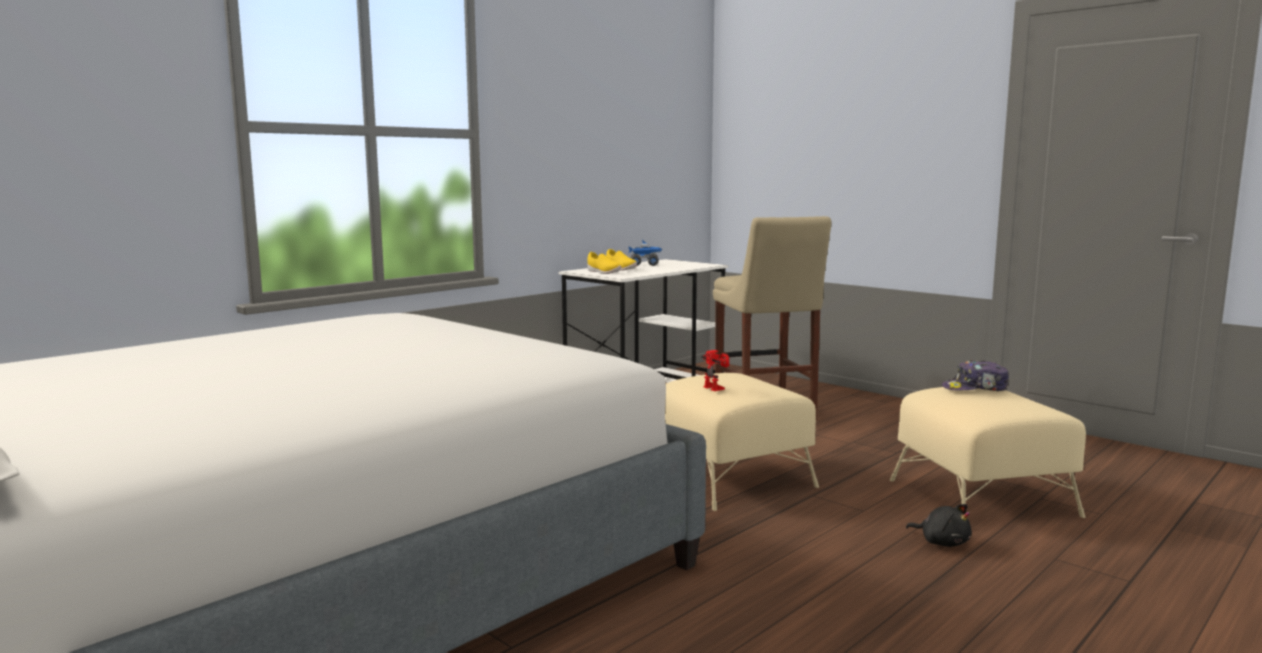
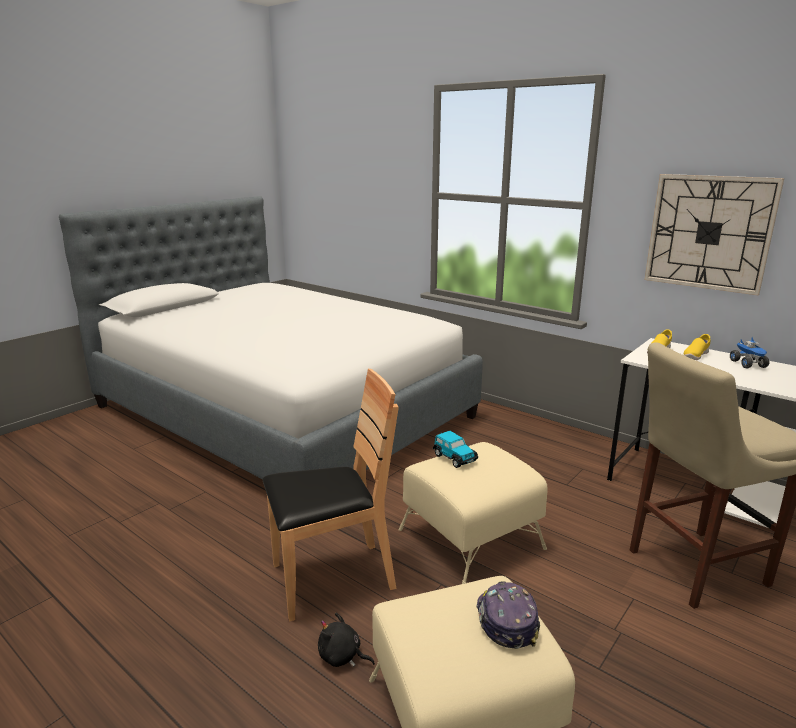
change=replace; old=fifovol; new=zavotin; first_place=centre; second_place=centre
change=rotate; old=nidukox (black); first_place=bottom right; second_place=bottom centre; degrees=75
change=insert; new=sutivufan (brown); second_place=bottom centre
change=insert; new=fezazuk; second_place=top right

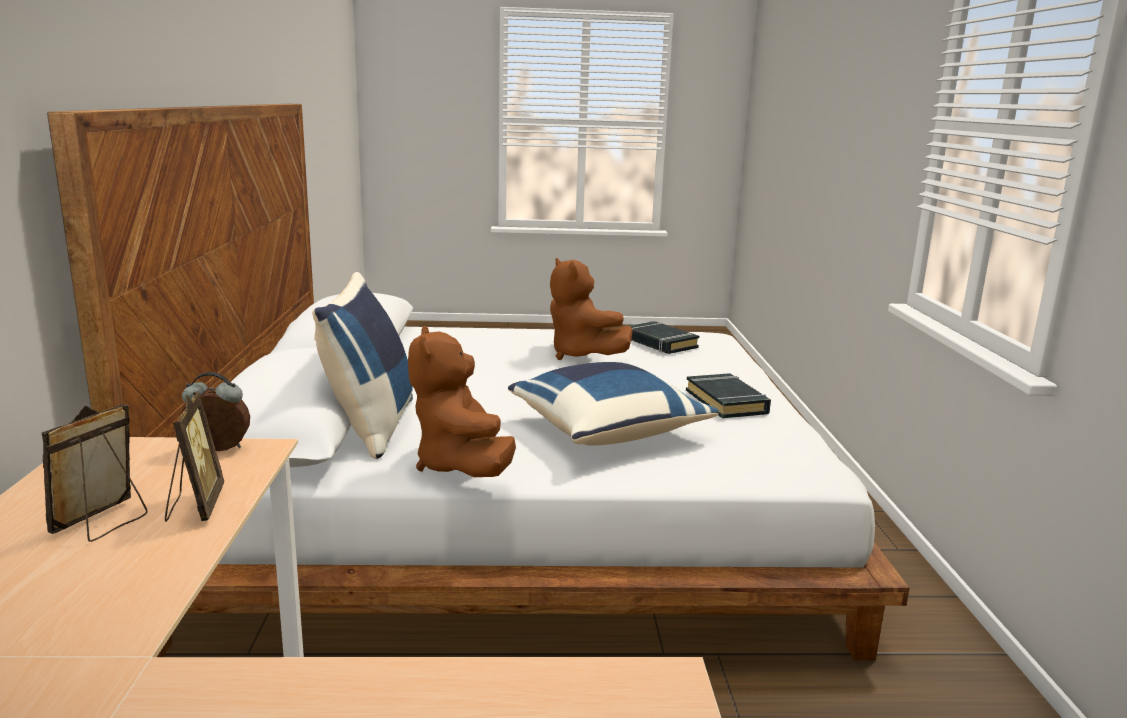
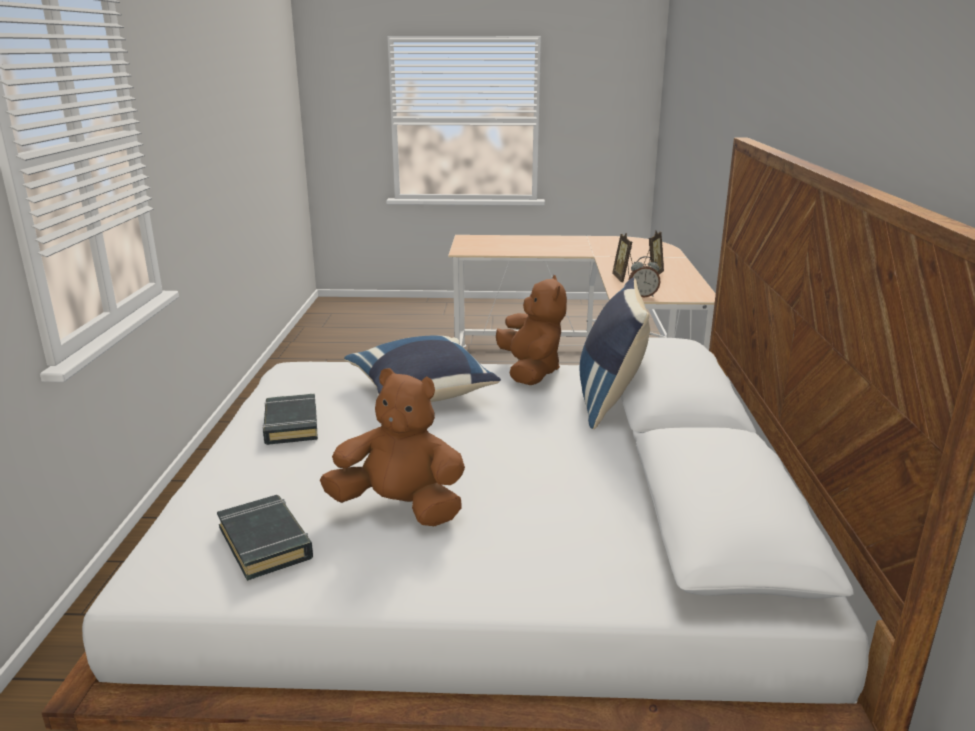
change=rotate; old=nidukox (brown) (2nd from left in the first image); first_place=centre; second_place=centre; degrees=-45

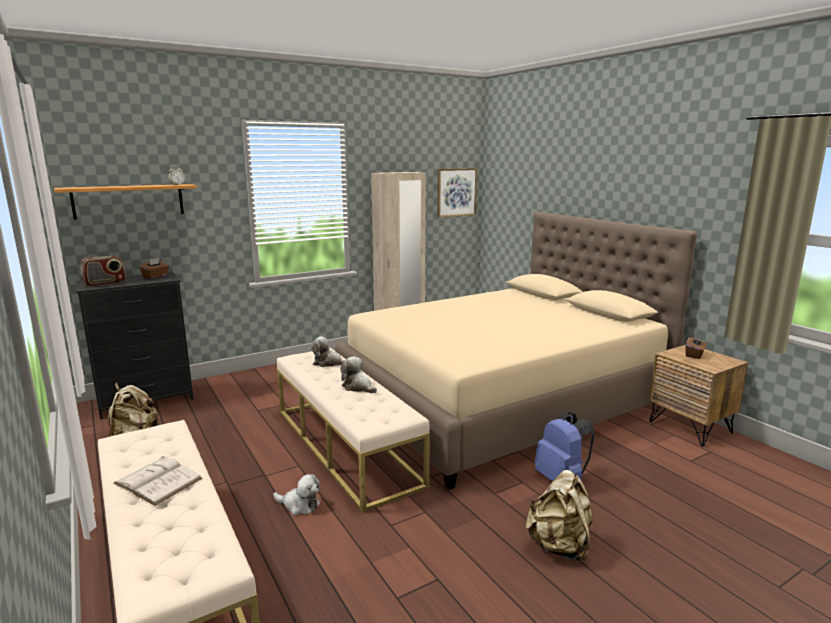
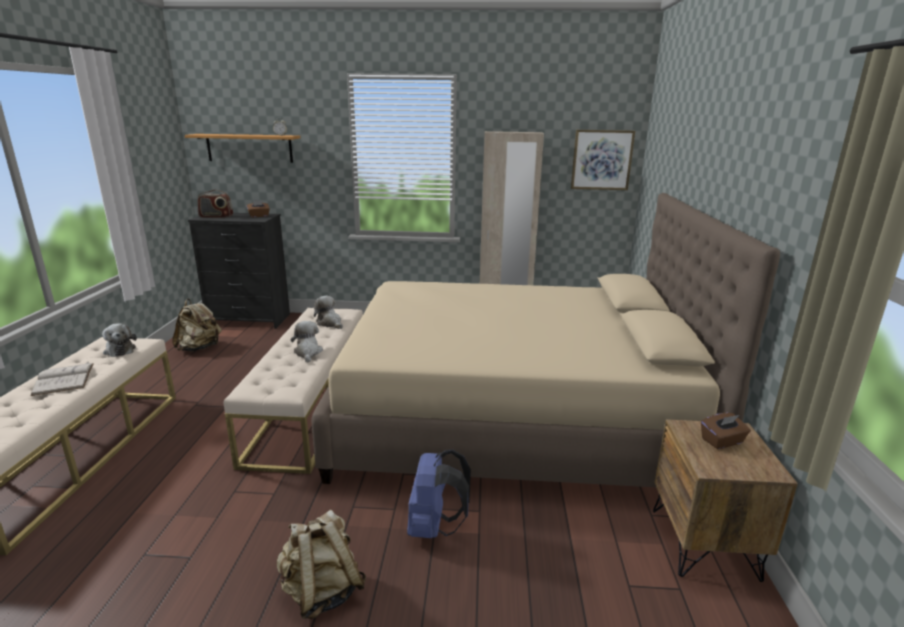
change=move; old=nidukox (1st from left); first_place=bottom centre; second_place=middle left

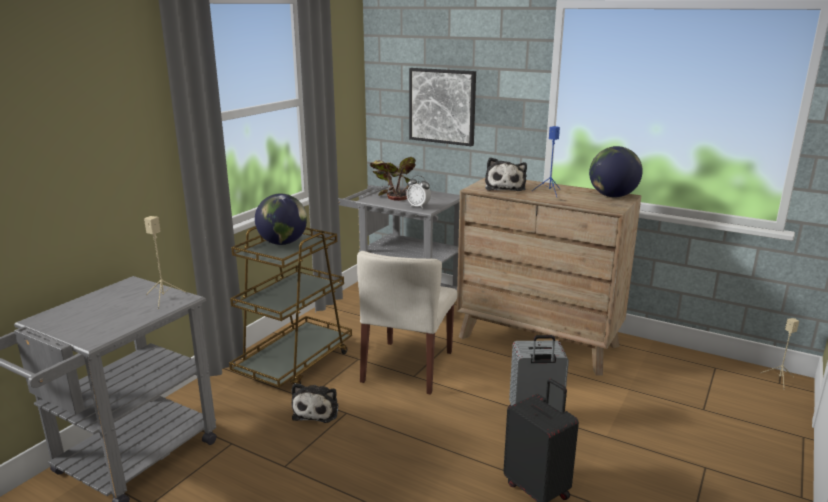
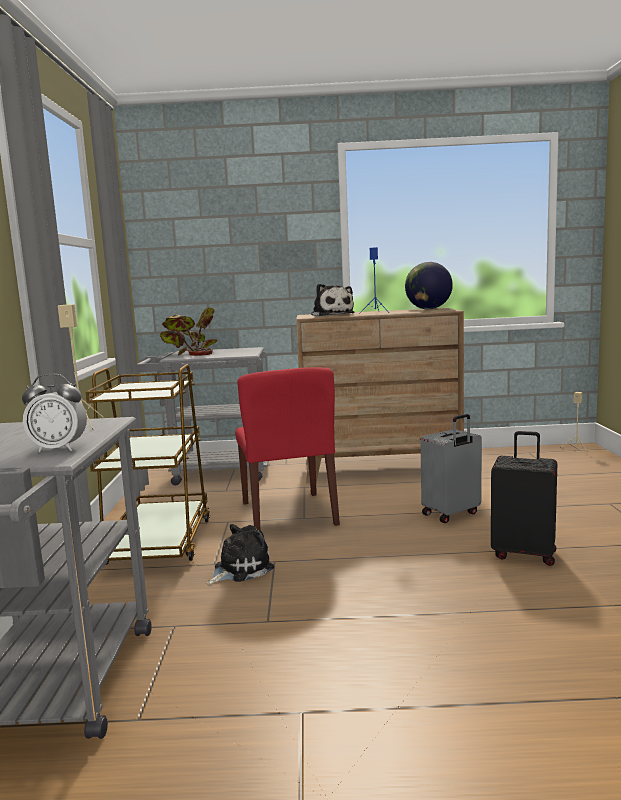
change=delete; old=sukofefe (1st from left); first_place=centre
change=rotate; old=nidukox (1st from left); first_place=bottom centre; second_place=bottom centre; degrees=-105
change=recolor; old=sutivufan (beige); new=sutivufan (red); first_place=centre; second_place=centre
change=move; old=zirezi; first_place=centre; second_place=middle left
change=delete; old=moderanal; first_place=top centre

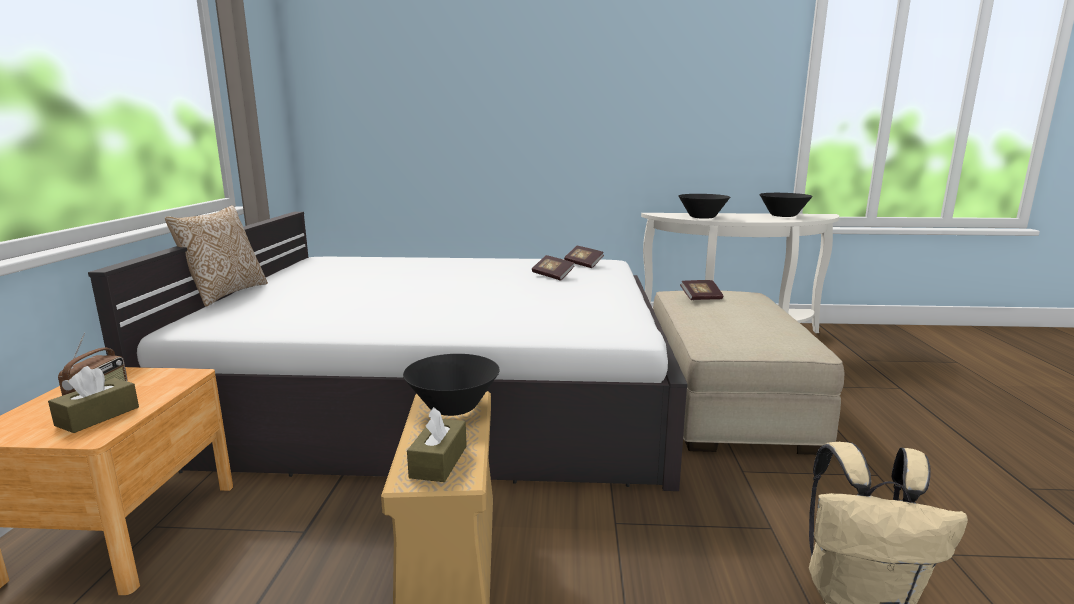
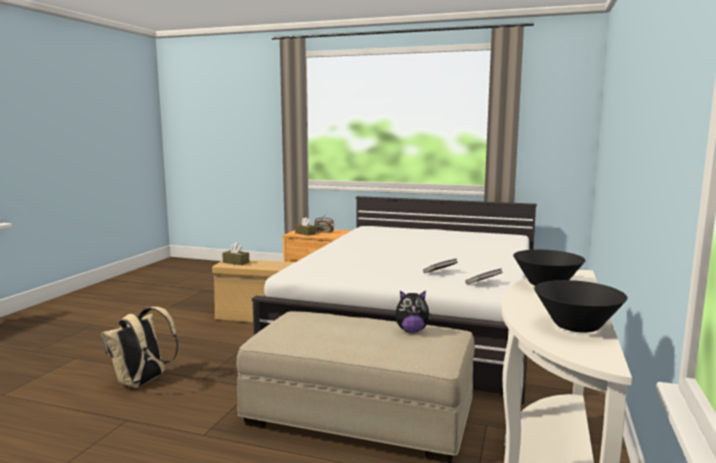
change=delete; old=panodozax; first_place=middle left
change=delete; old=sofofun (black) (1st from left); first_place=centre
change=replace; old=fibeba (3rd from left); new=nidukox; first_place=centre; second_place=bottom centre

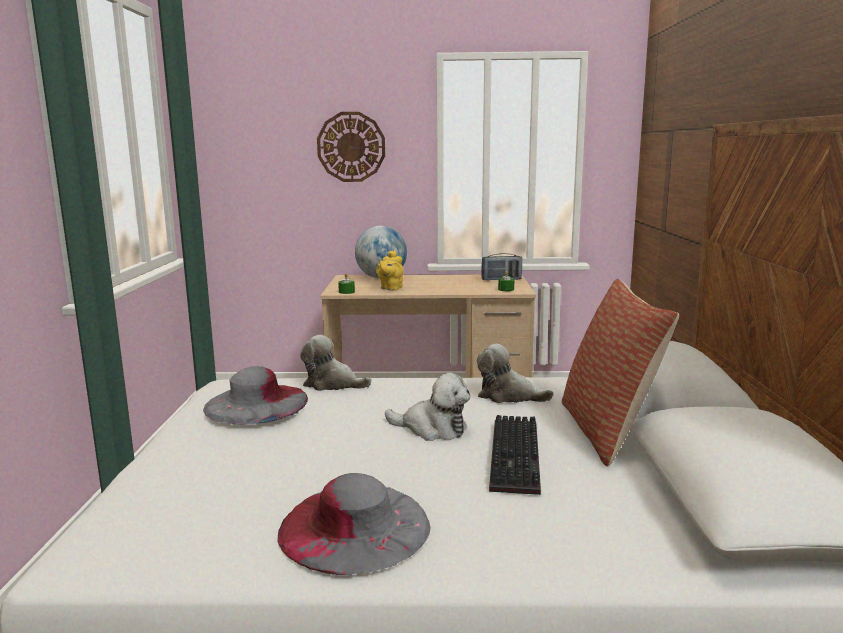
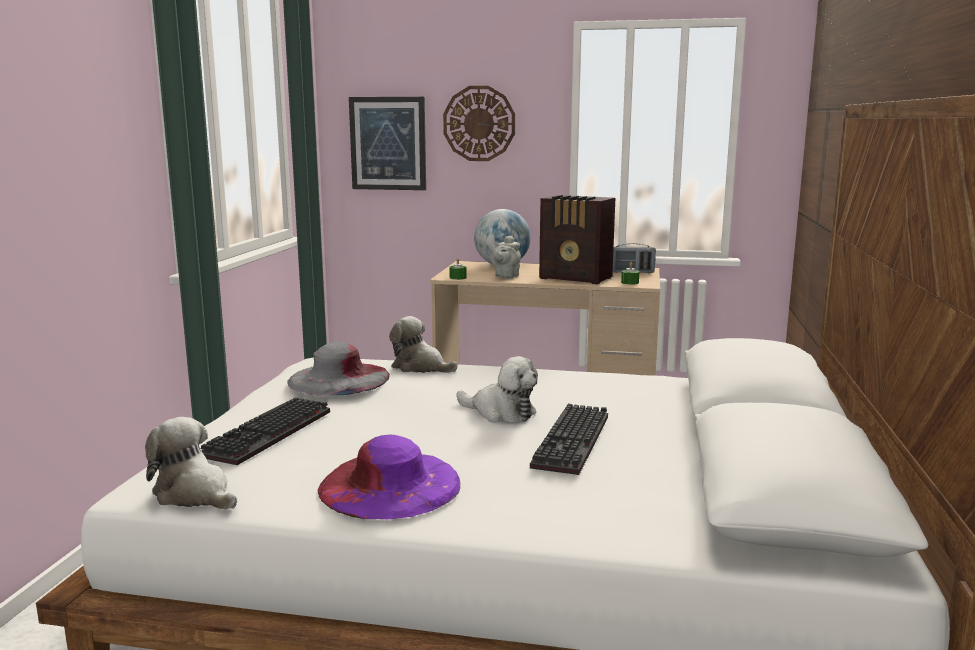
change=recolor; old=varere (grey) (2nd from left); new=varere (purple); first_place=bottom centre; second_place=bottom centre
change=recolor; old=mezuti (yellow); new=mezuti (grey); first_place=centre; second_place=centre
change=move; old=nidukox (3rd from left in the first image); new=nidukox (1st from left); first_place=centre; second_place=bottom left
change=delete; old=panodozax; first_place=middle right
change=insert; new=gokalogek (1st from left); second_place=middle left
change=insert; new=moderanal; second_place=top centre
change=insert; new=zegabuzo (1st from left); second_place=centre

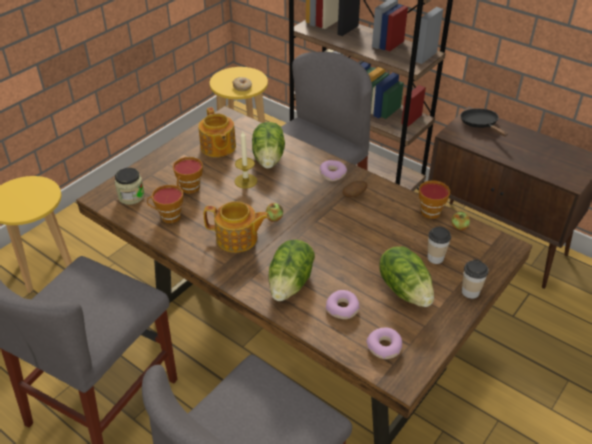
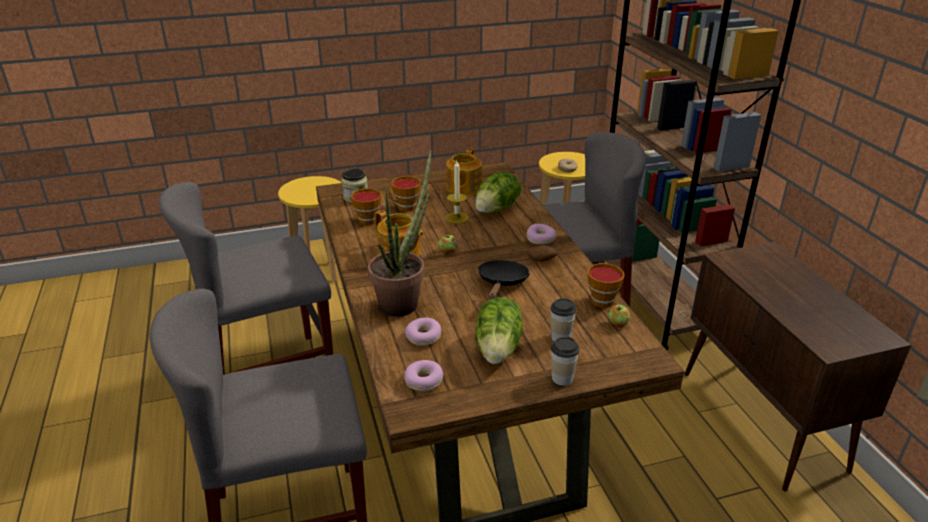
change=replace; old=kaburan (2nd from left); new=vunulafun; first_place=centre; second_place=centre
change=move; old=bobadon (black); first_place=top right; second_place=centre

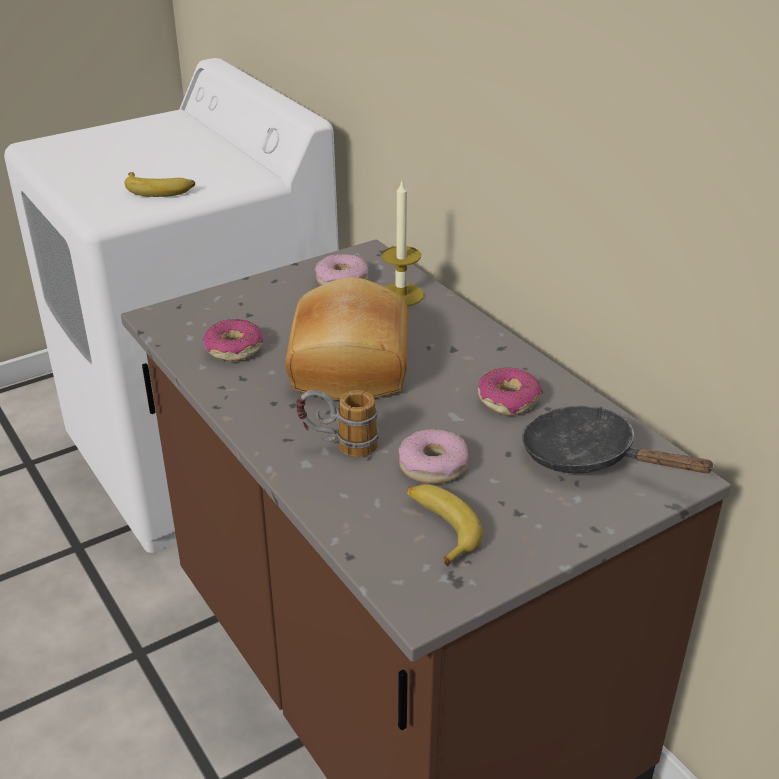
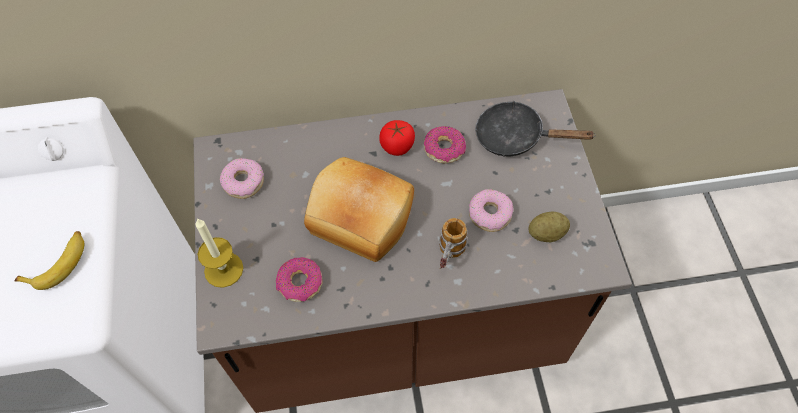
change=move; old=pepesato; first_place=top centre; second_place=middle left
change=replace; old=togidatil (2nd from left); new=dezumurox; first_place=bottom centre; second_place=middle right
change=rotate; old=bobadon (black); first_place=middle right; second_place=top right; degrees=45
change=insert; new=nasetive; second_place=centre

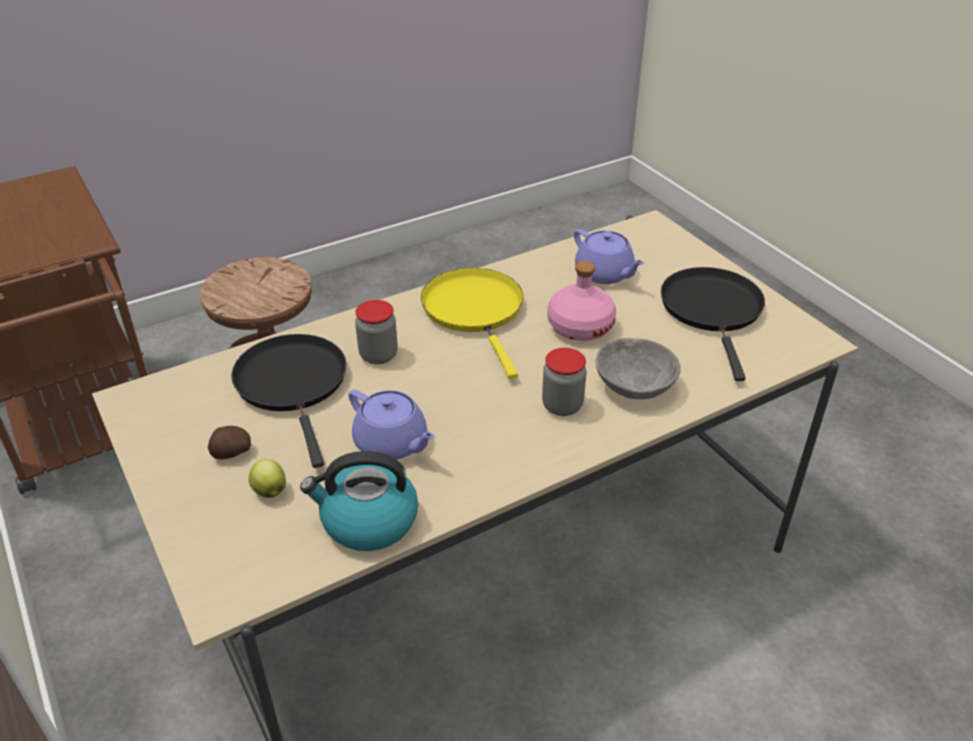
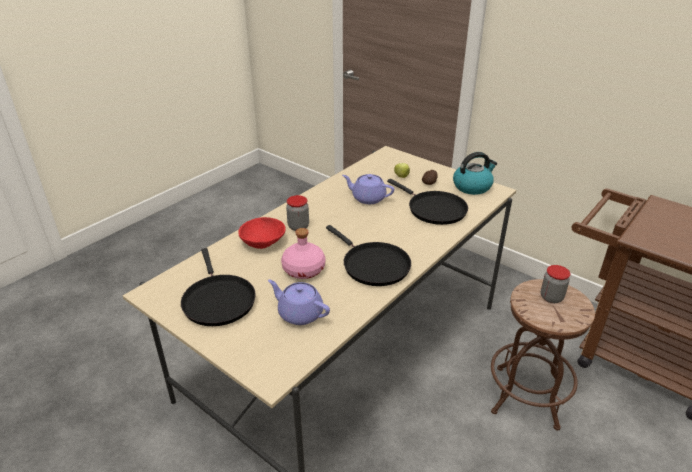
change=move; old=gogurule; first_place=bottom centre; second_place=middle right
change=move; old=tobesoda (1st from left in the first image); new=tobesoda (2nd from left); first_place=centre; second_place=middle right
change=recolor; old=bobadon (yellow); new=bobadon (black) (2nd from left); first_place=centre; second_place=centre
change=recolor; old=sofofun (grey); new=sofofun (red); first_place=centre; second_place=centre

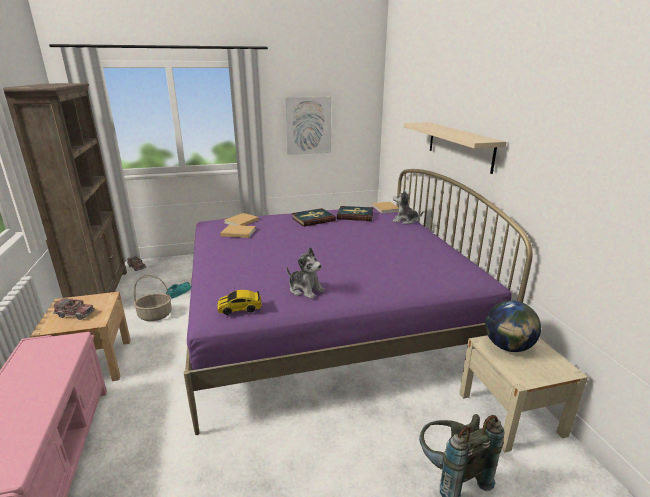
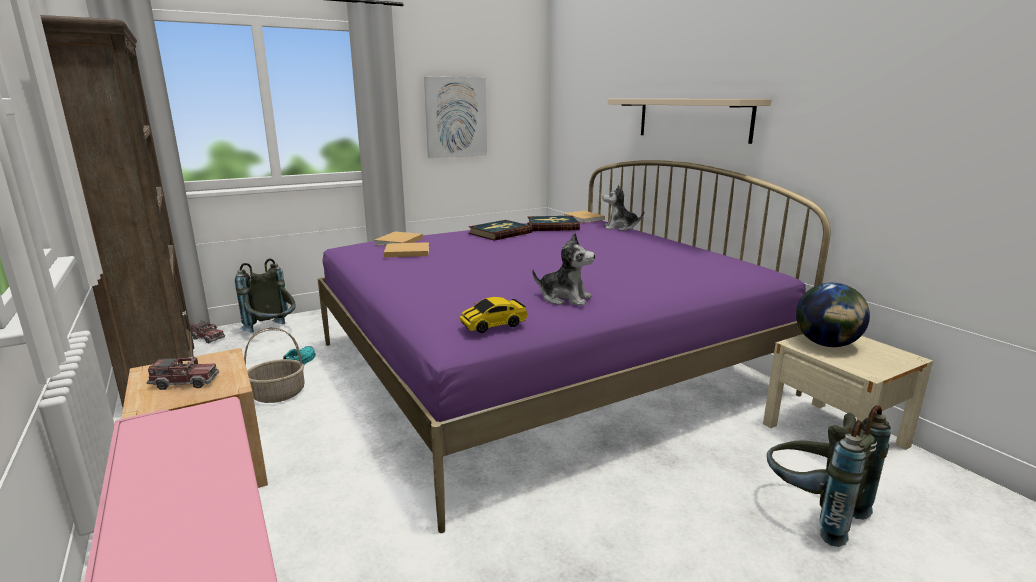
change=insert; new=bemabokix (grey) (1st from left); second_place=middle left

